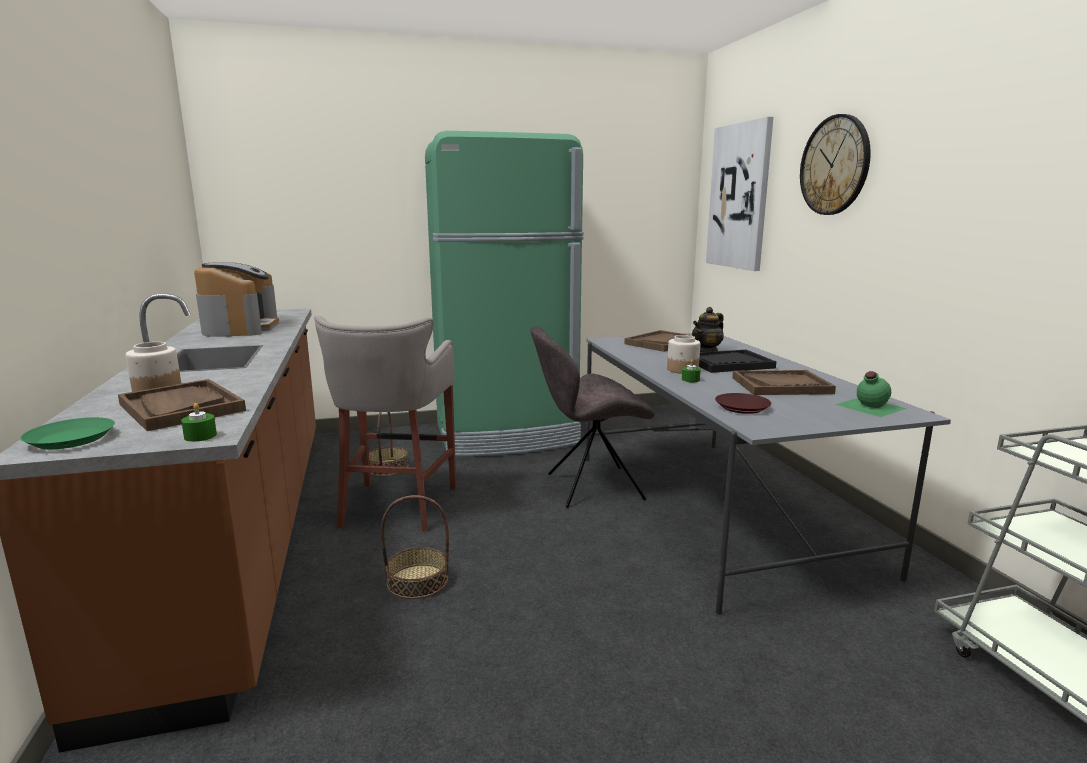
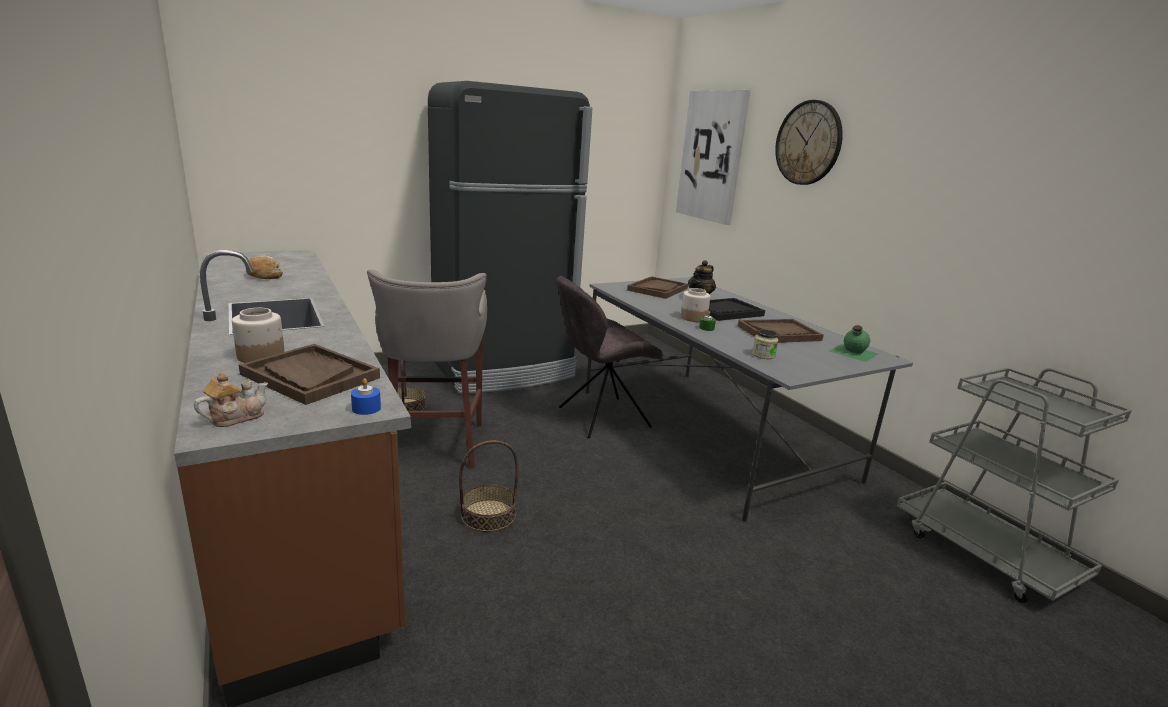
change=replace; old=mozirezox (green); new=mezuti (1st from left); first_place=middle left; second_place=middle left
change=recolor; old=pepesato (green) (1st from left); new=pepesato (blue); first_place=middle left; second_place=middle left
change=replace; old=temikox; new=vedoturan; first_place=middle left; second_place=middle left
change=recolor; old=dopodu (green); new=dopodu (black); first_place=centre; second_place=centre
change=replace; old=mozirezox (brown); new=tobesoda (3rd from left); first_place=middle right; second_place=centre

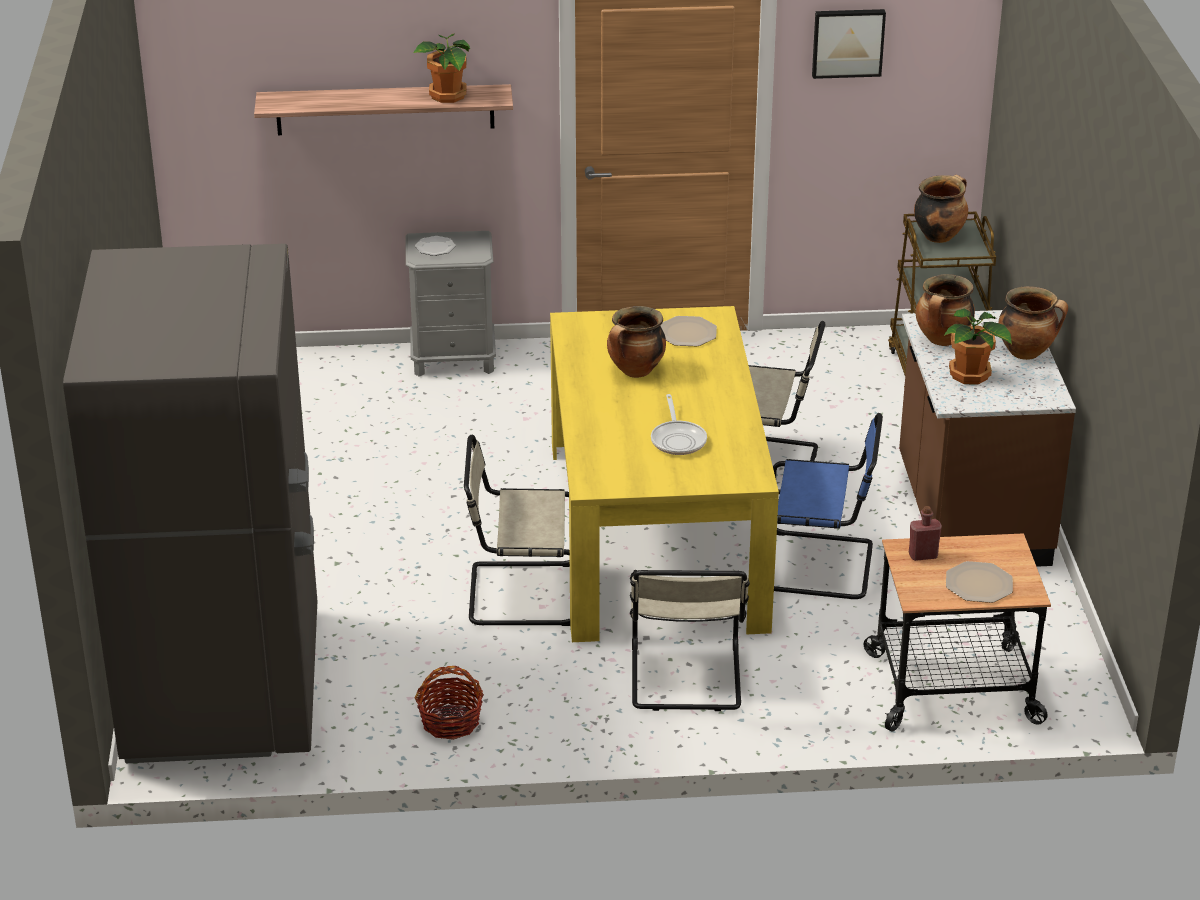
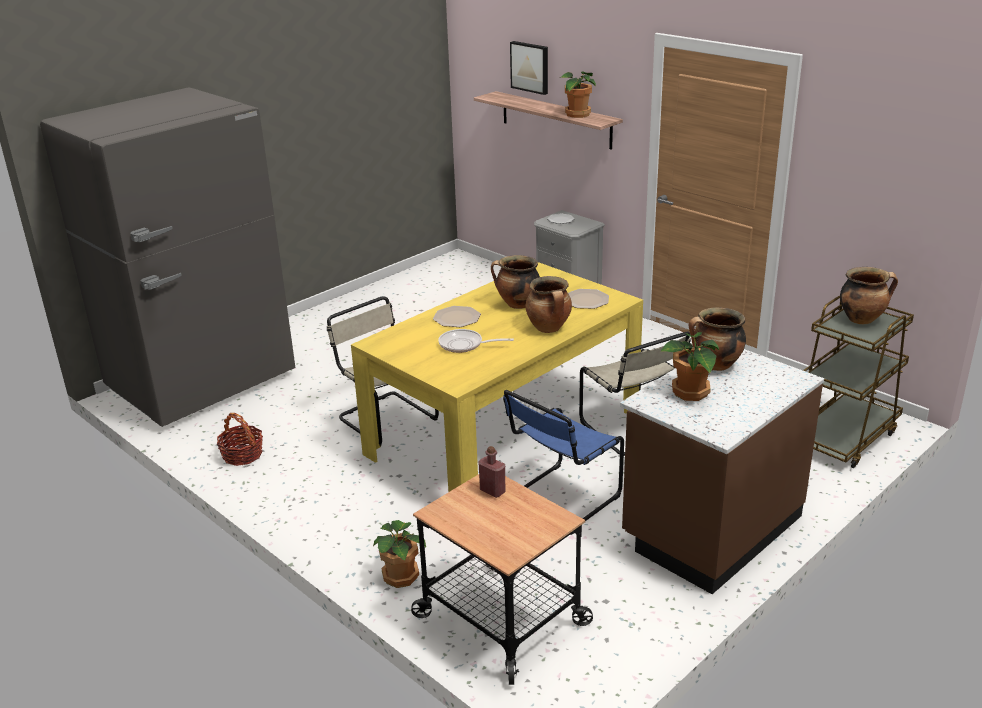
change=delete; old=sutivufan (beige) (2nd from left); first_place=bottom centre
change=rotate; old=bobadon; first_place=centre; second_place=centre; degrees=60
change=rotate; old=sutivufan (blue); first_place=middle right; second_place=centre; degrees=75
change=move; old=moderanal; first_place=top right; second_place=top centre
change=move; old=mozirezox (3rd from left in the first image); new=mozirezox (1st from left); first_place=middle right; second_place=centre
change=move; old=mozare (4th from left in the first image); new=mozare (2nd from left); first_place=middle right; second_place=centre
change=insert; new=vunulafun (1st from left); second_place=bottom centre

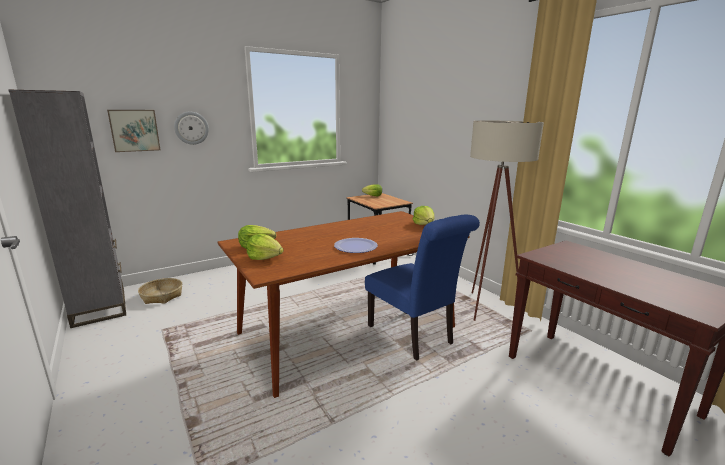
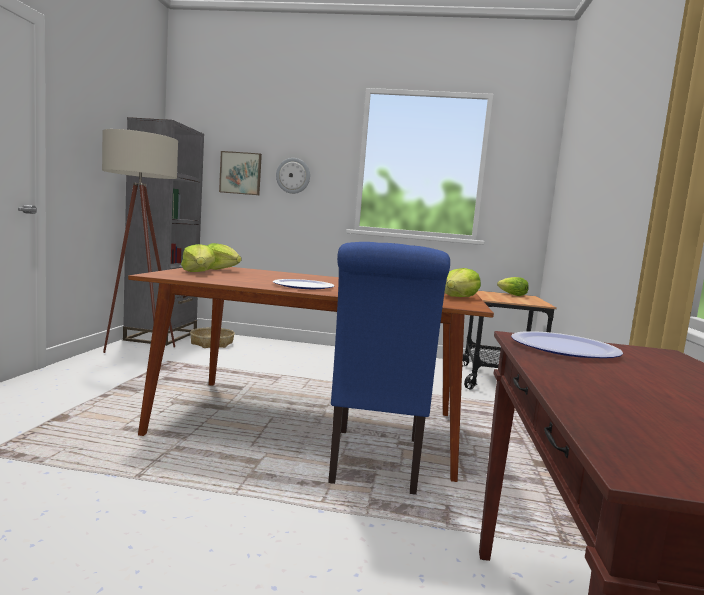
change=move; old=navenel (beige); first_place=middle right; second_place=middle left
change=insert; new=mozirezox (2nd from left); second_place=middle right

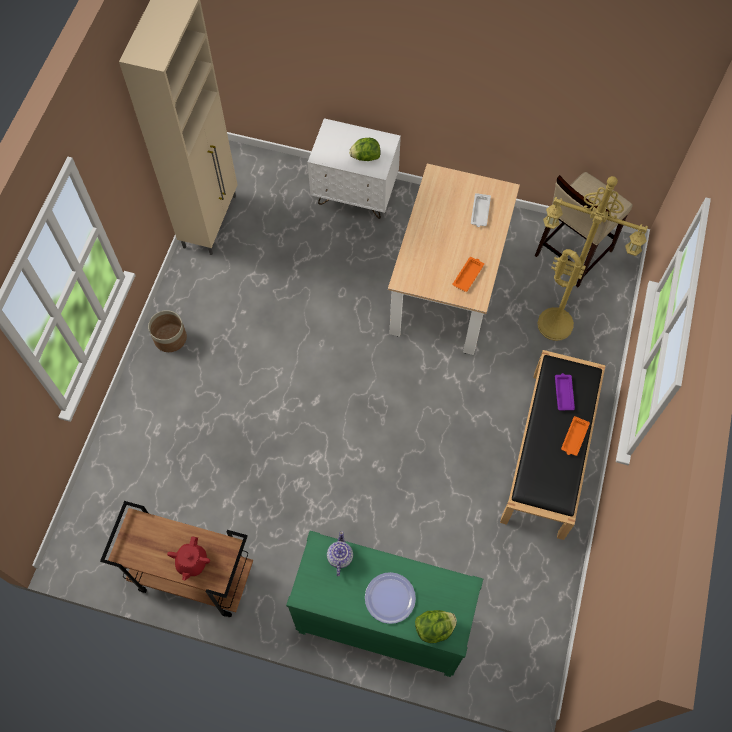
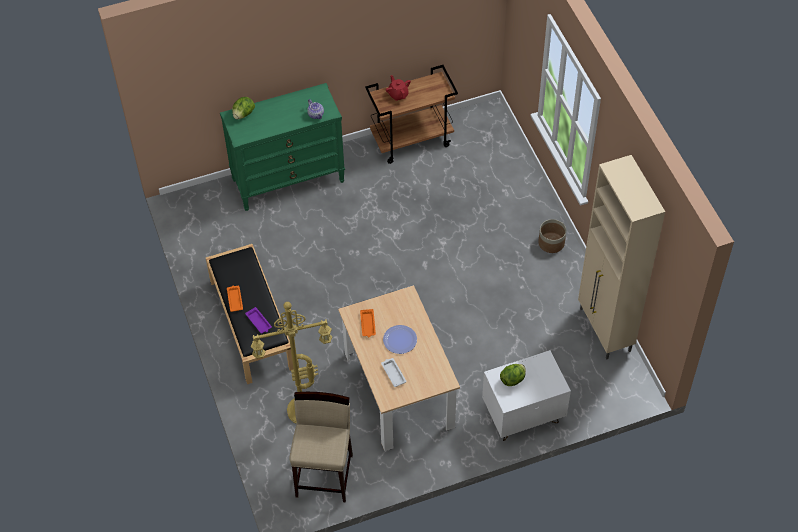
change=move; old=mozirezox; first_place=bottom centre; second_place=centre

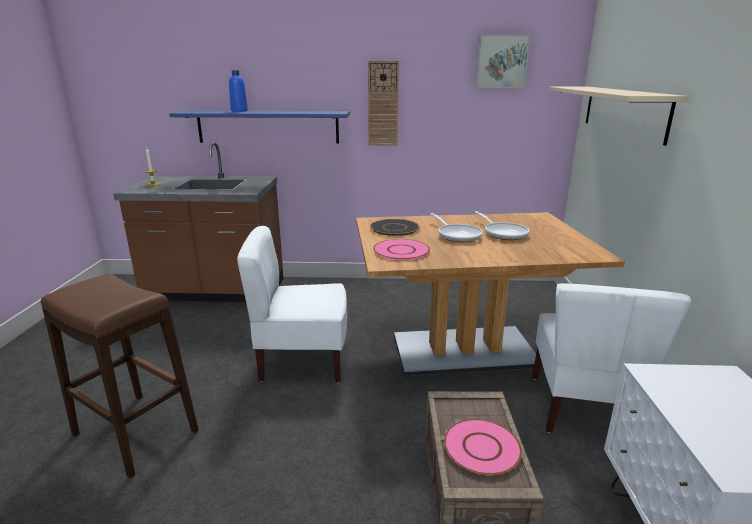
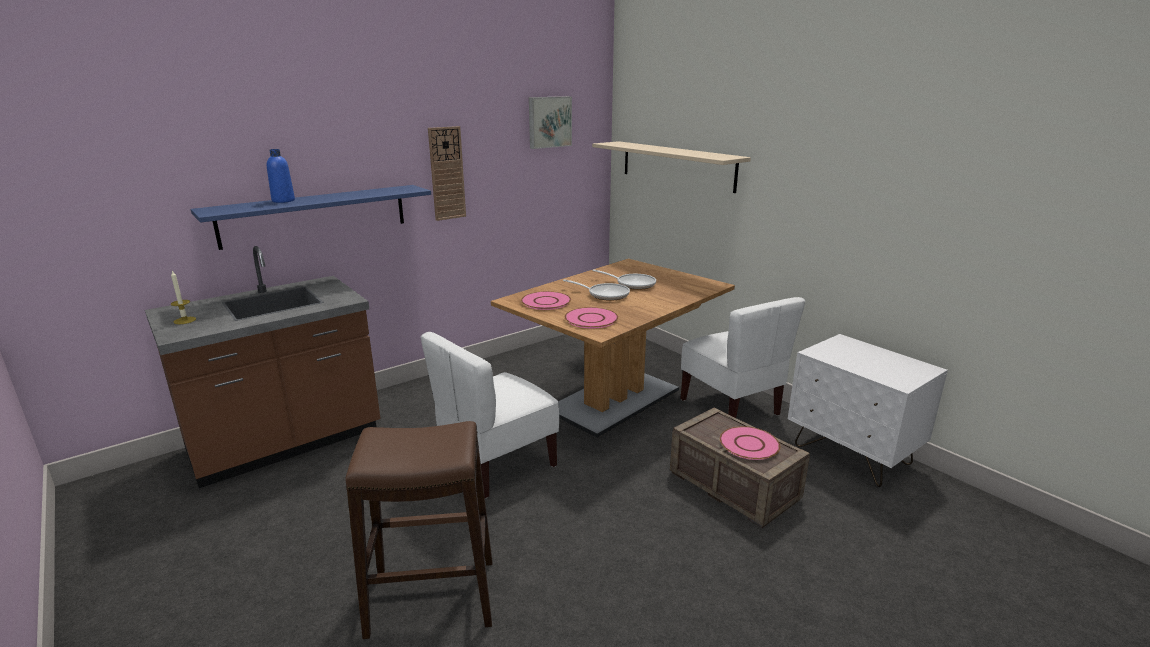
change=recolor; old=mozirezox (black); new=mozirezox (pink) (1st from left); first_place=centre; second_place=centre

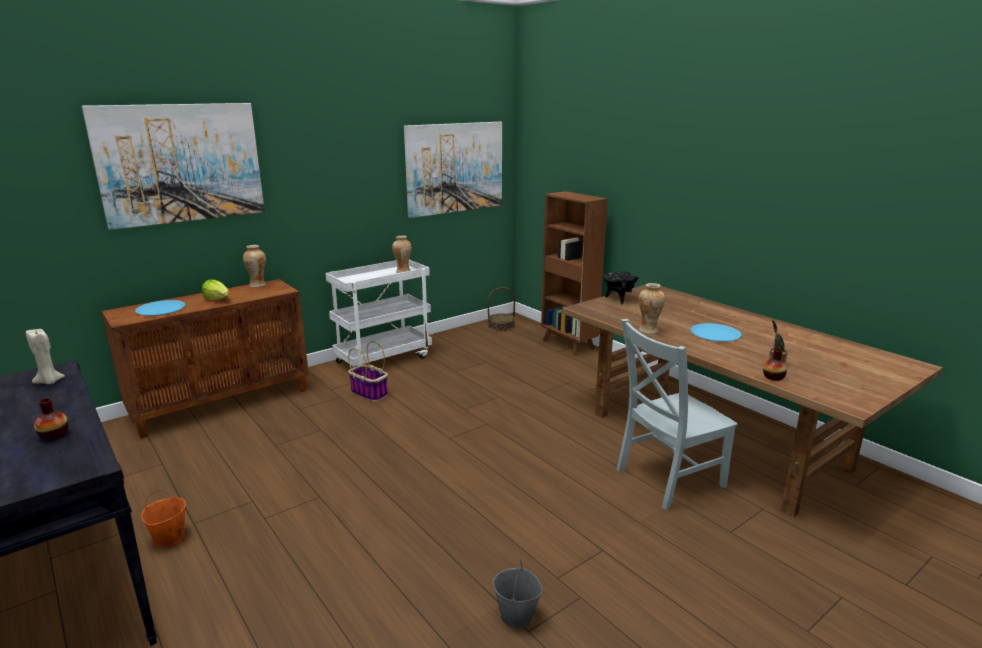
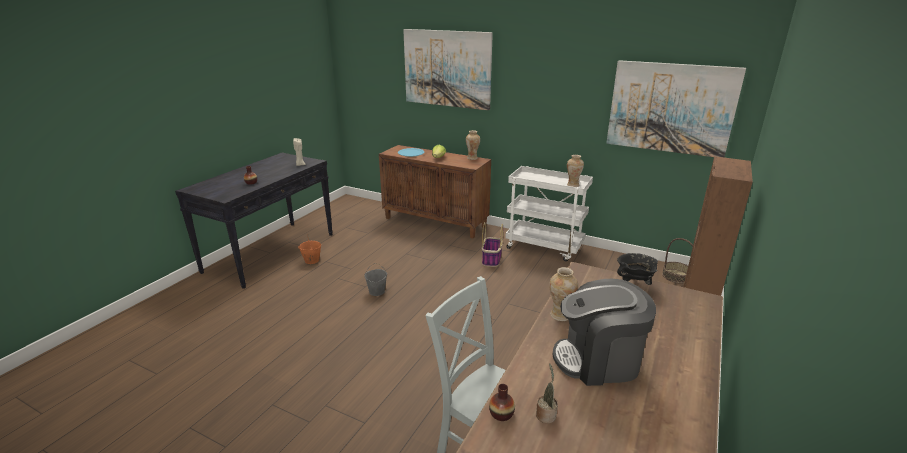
change=move; old=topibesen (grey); first_place=bottom centre; second_place=centre
change=replace; old=mozirezox (blue) (2nd from left); new=temikox; first_place=middle right; second_place=bottom centre

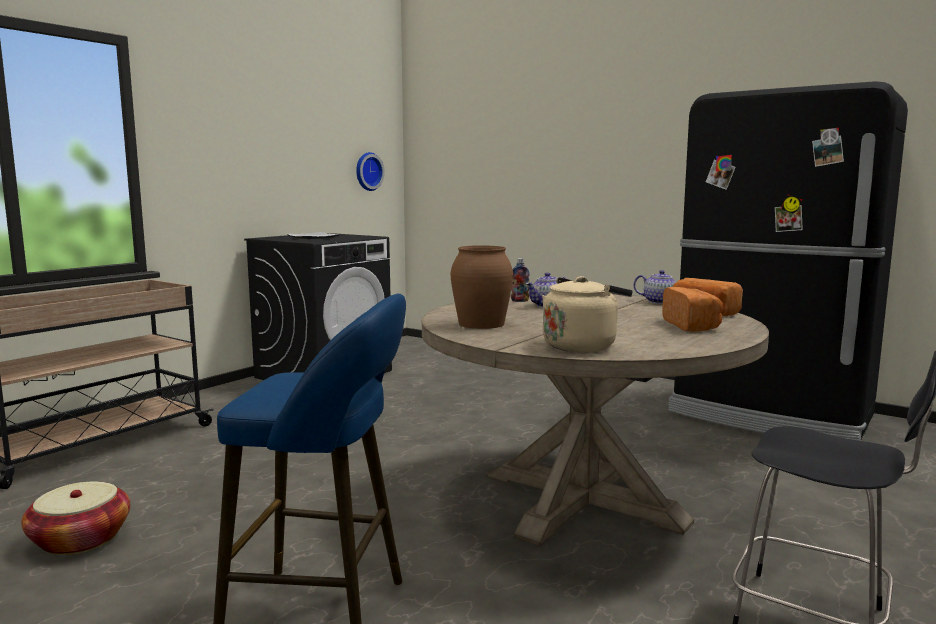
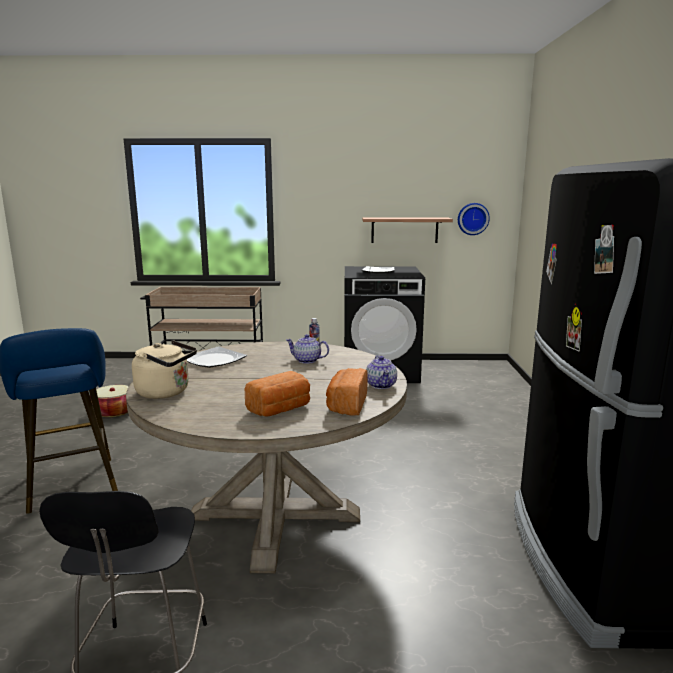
change=replace; old=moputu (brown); new=mozirezox (1st from left); first_place=centre; second_place=middle left
change=insert; new=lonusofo; second_place=centre

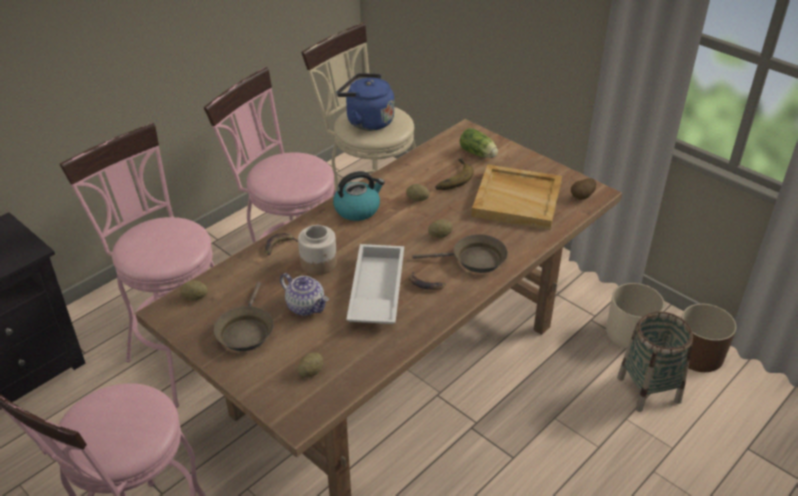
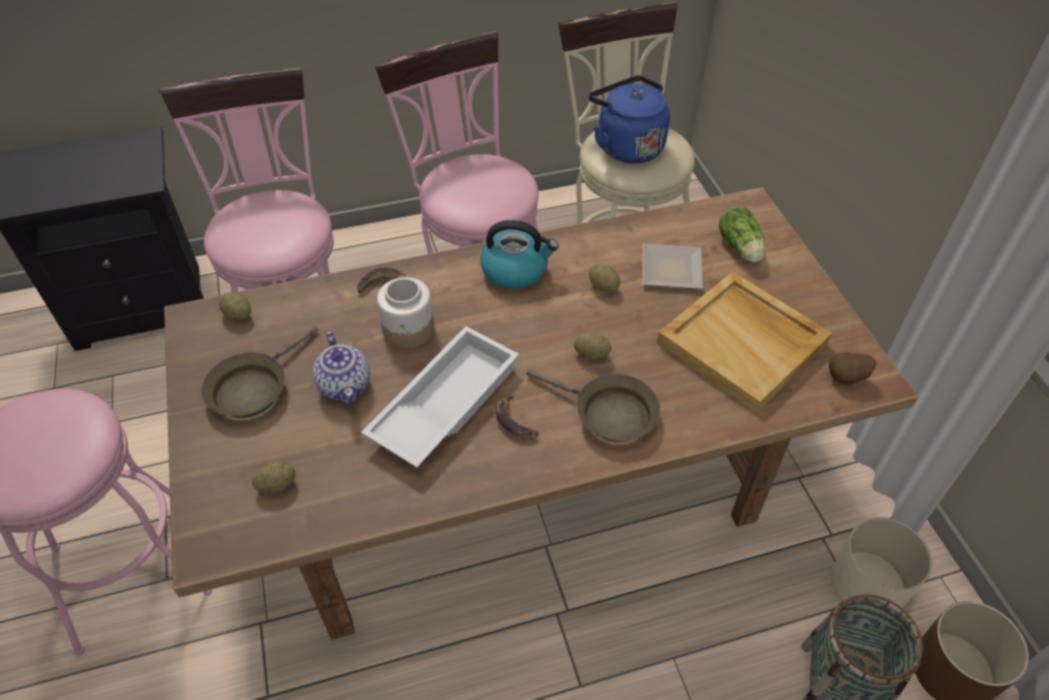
change=replace; old=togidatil (3rd from left); new=mozirezox; first_place=centre; second_place=centre

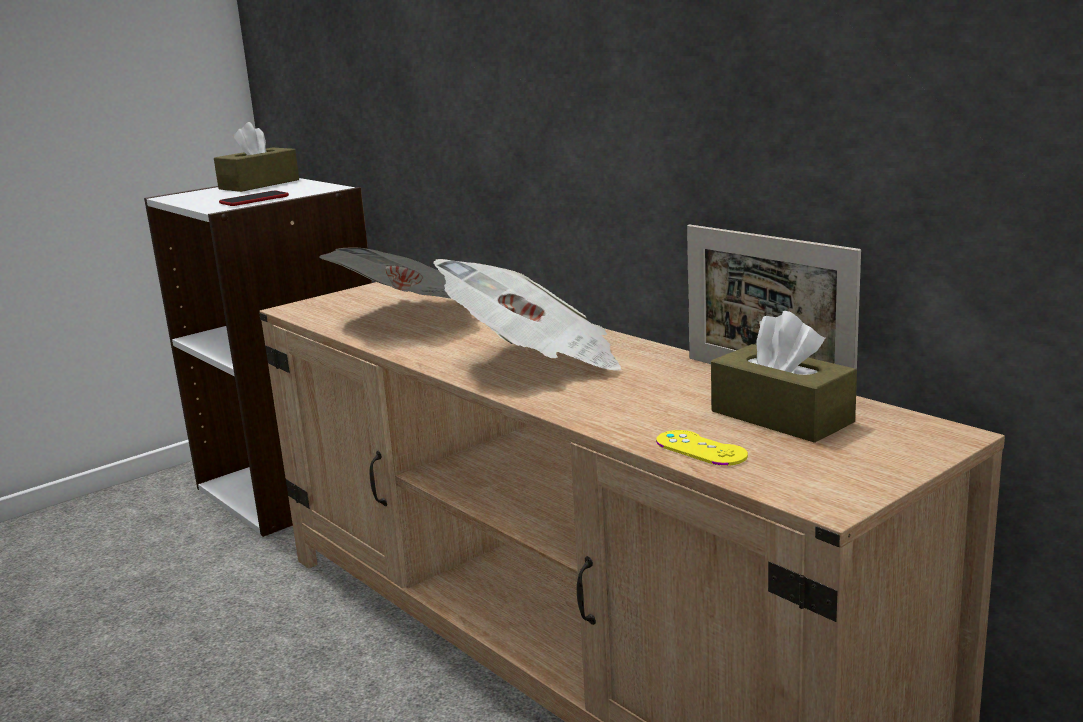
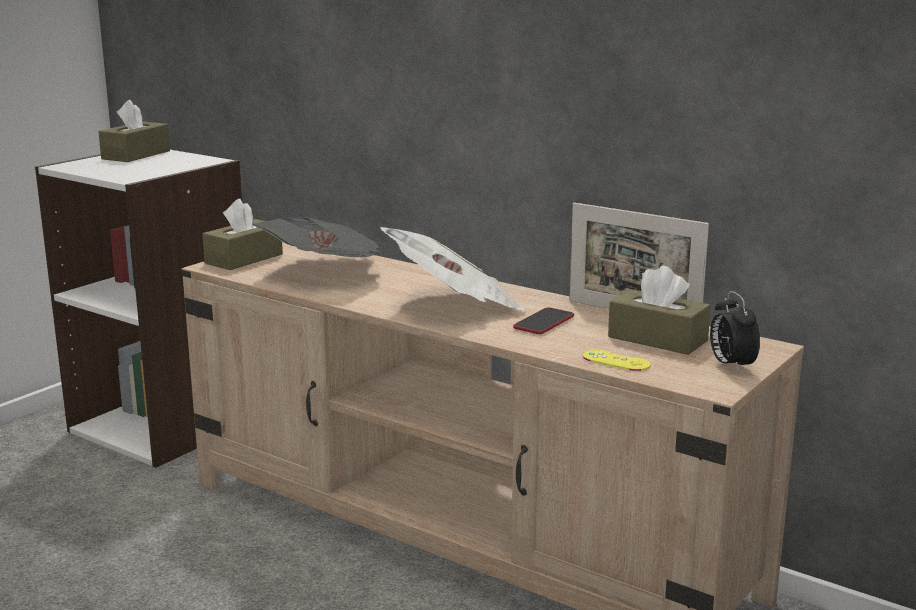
change=move; old=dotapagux; first_place=top left; second_place=centre
change=insert; new=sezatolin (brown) (2nd from left); second_place=middle left
change=insert; new=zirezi; second_place=middle right

